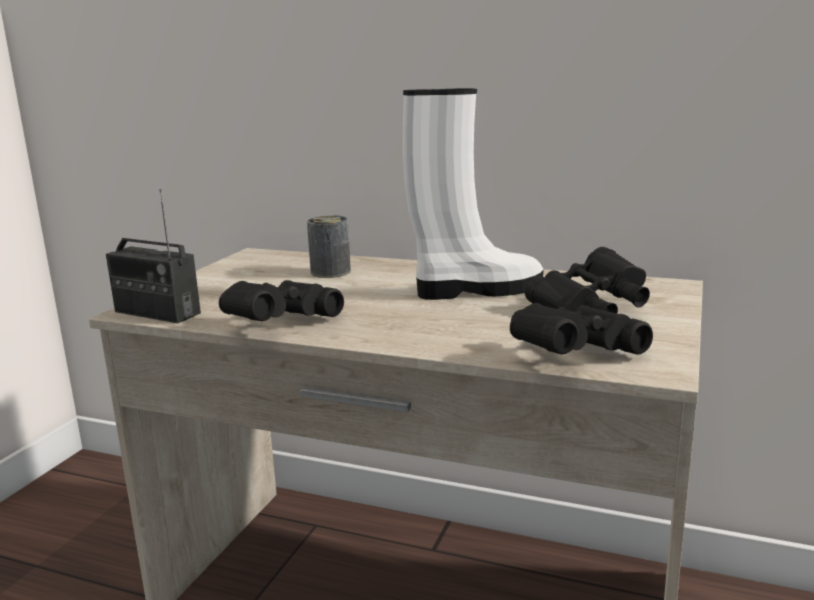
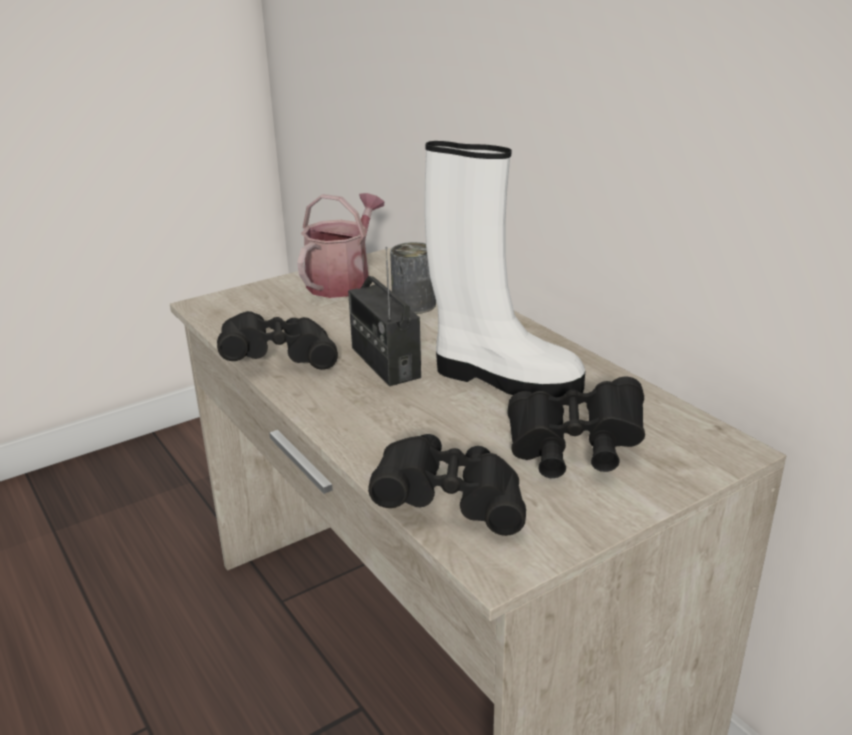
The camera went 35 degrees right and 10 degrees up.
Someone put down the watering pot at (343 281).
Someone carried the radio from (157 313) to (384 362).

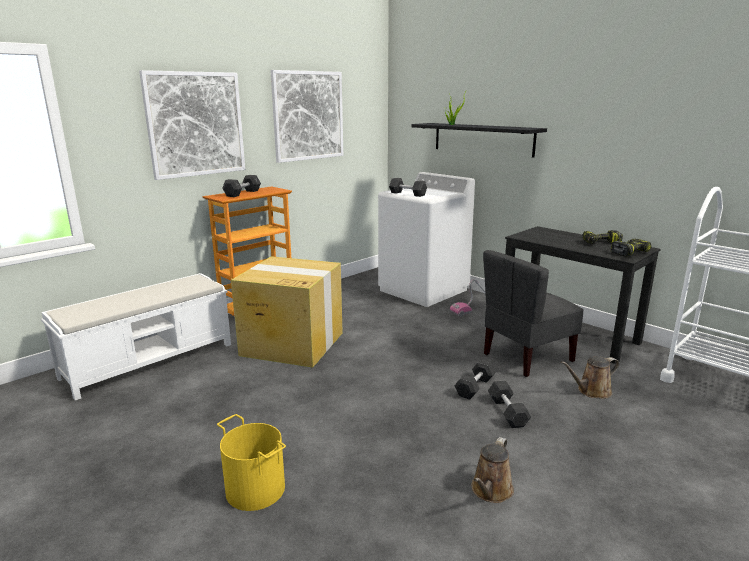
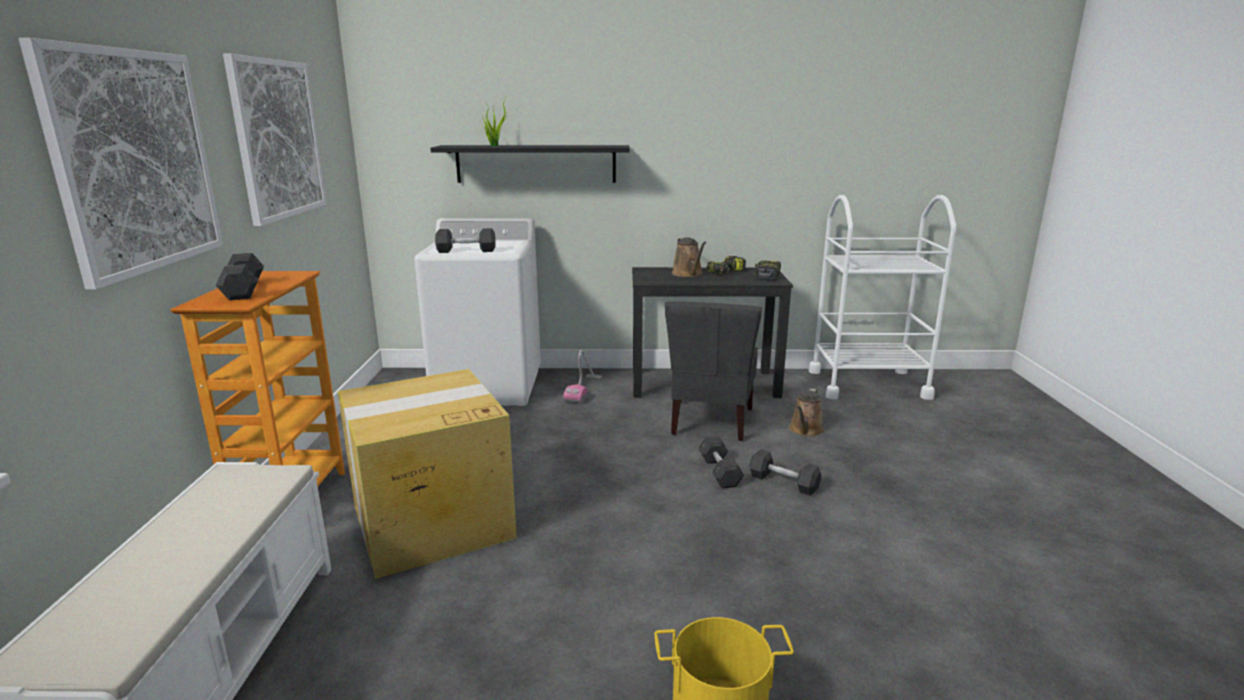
The camera went 45 degrees left and 0 degrees up.
Someone carried the brownish watering pot from (491 491) to (688 274).

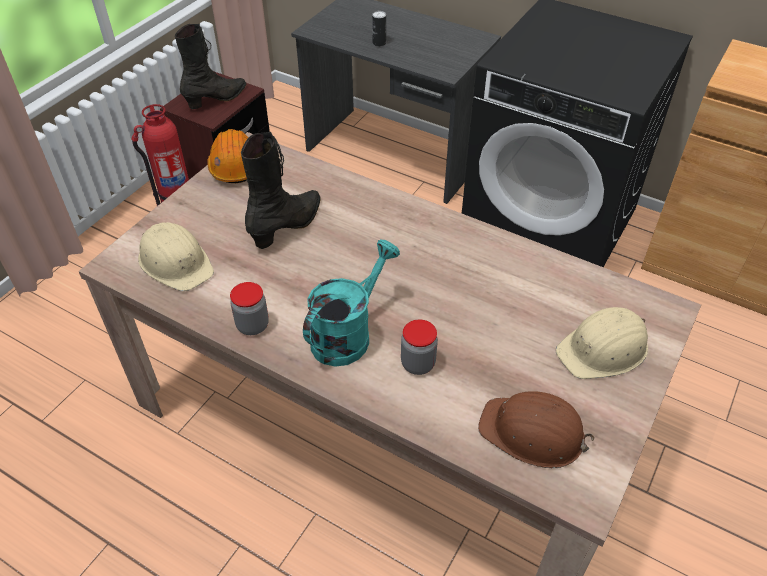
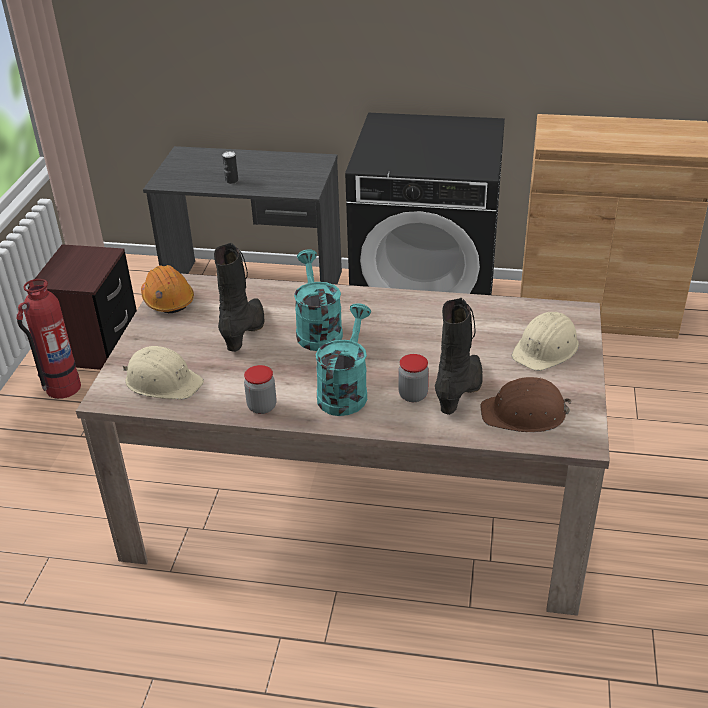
The camera went 20 degrees left and 10 degrees down.
Someone put down the blue-green watering pot at (317 330).
Someone carried the black boot from (217 99) to (461 392).

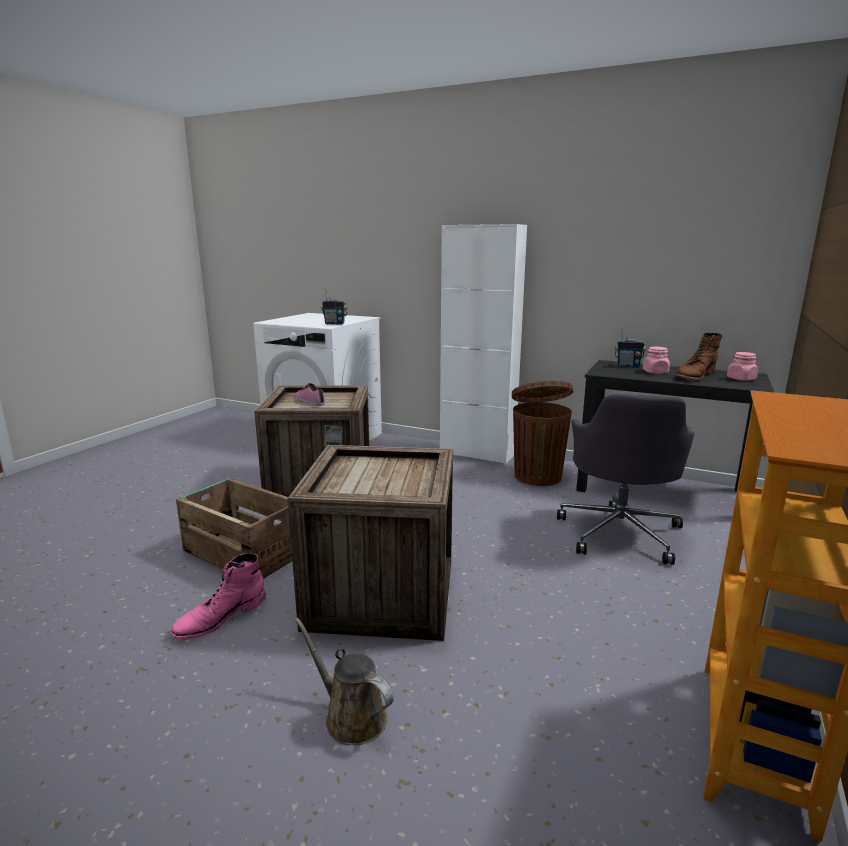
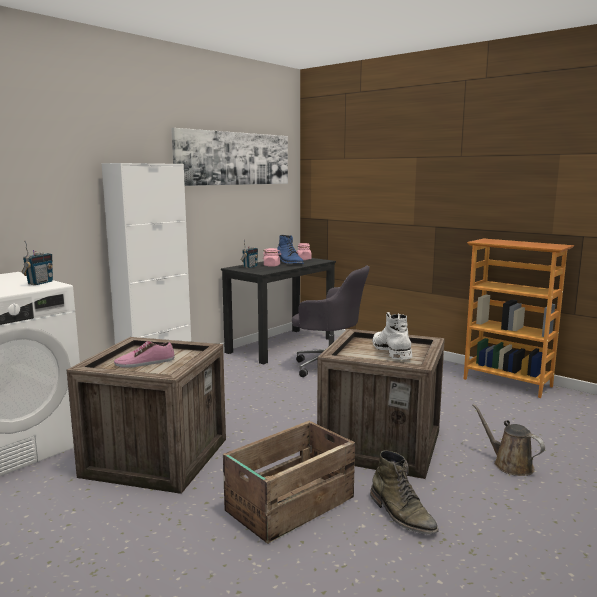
The camera went 75 degrees left and 5 degrees down.
Someone took away the brownish trash can at (537 475).
Someone put up the picture at (234 158).
Someone put down the whitish boot at (391 351).
Someone repainted the pink-coloured boot at (220 617), which became the green boot at (402 514).
Someone repainted the brownish boot at (695 376), which became the bluish boot at (289 263).
Someone rotated the brownish watering pot at (351 716) by 90 degrees clockwise.

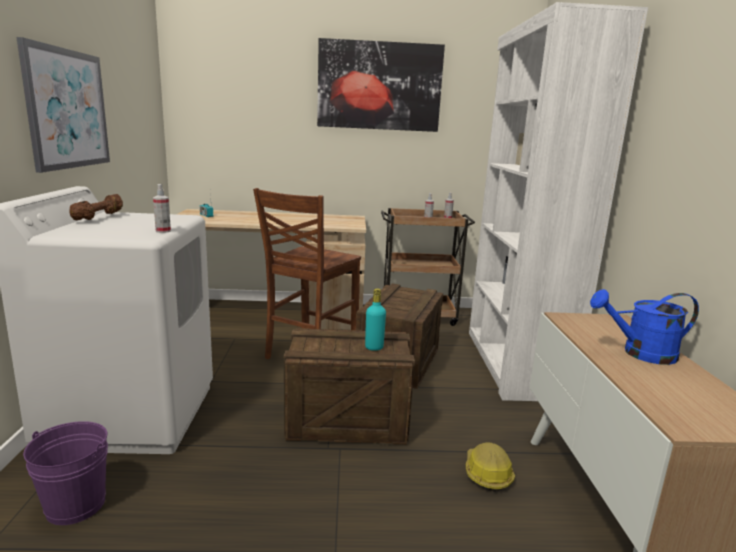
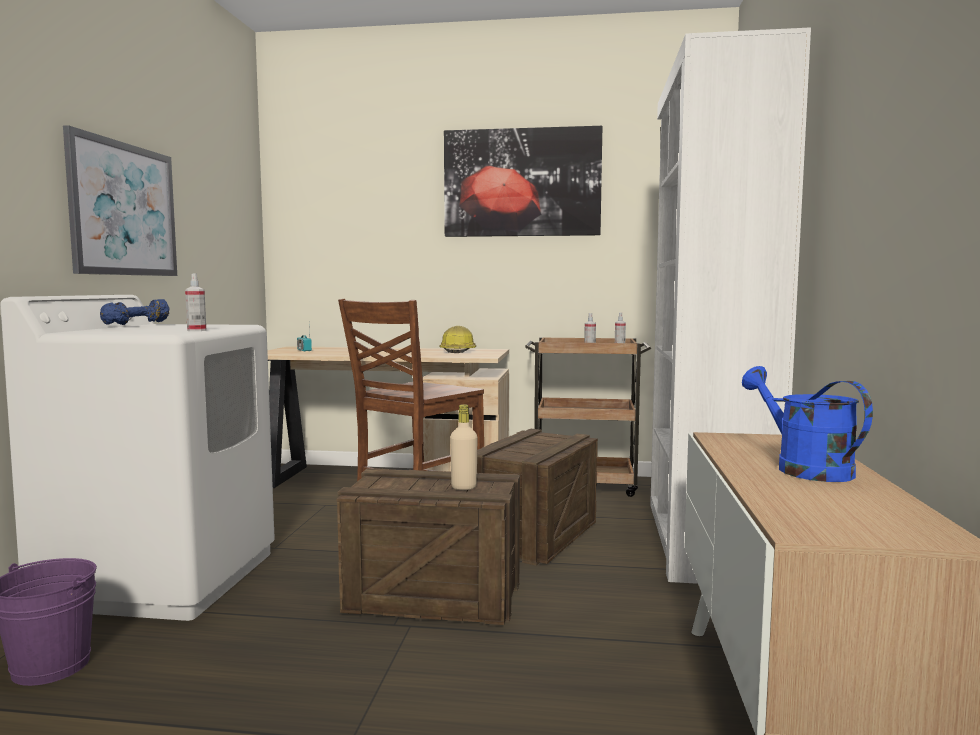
The camera went 10 degrees right and 10 degrees down.
Someone carried the safety helmet from (486 473) to (458 351).
Someone repainted the brownish free weight at (99 217), which became the bluish free weight at (137 324).
Someone repainted the blue-green bottle at (374 347), which became the sand-coloured bottle at (464 487).
Someone rotated the bluish watering pot at (640 354) by 60 degrees clockwise.

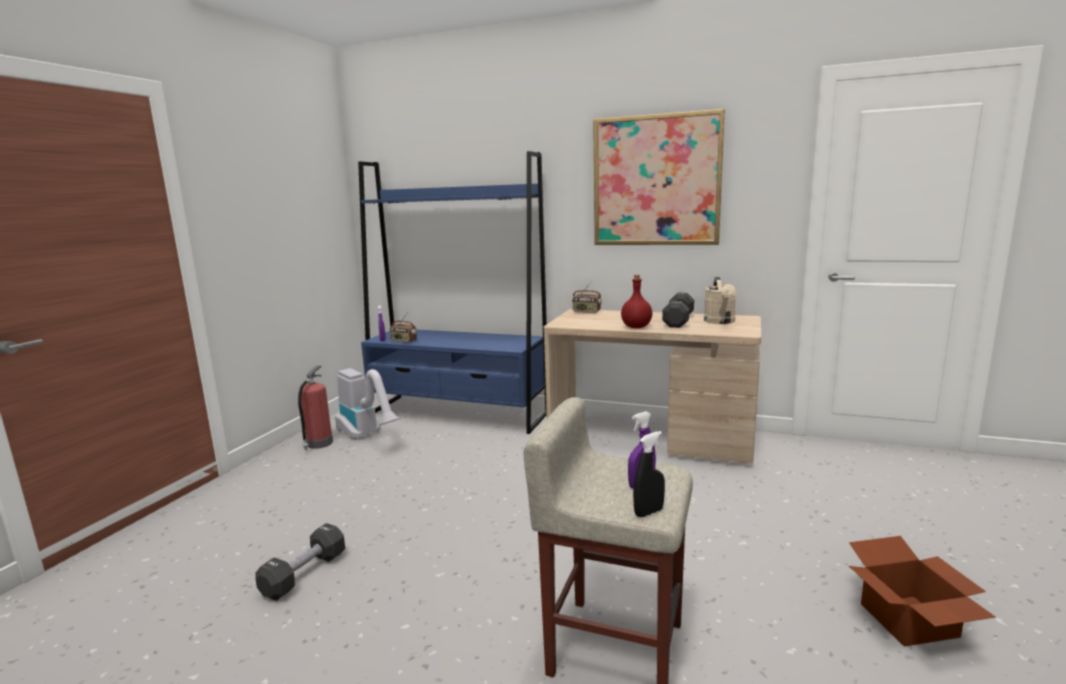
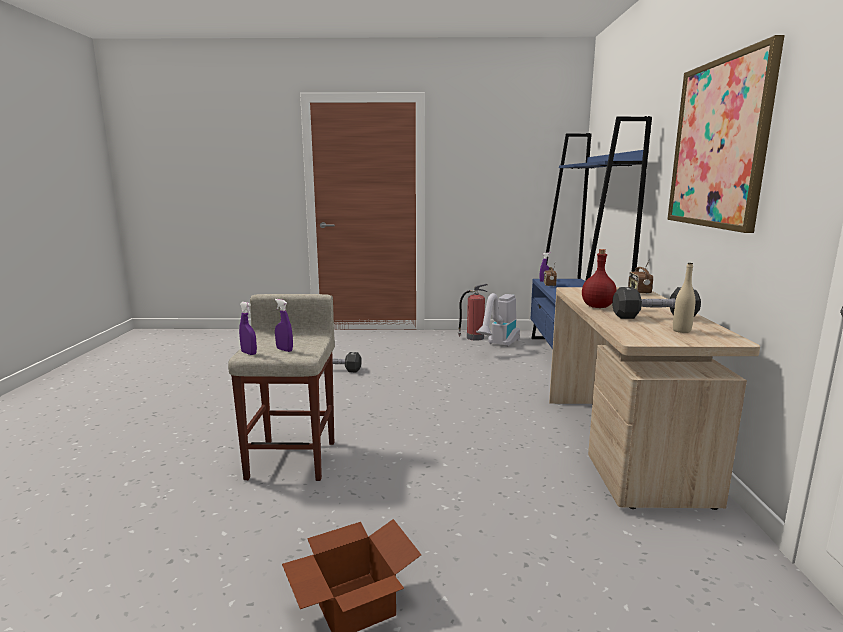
The camera went 70 degrees right and 0 degrees up.
Someone swapped the sand-coloured watering pot at (720 322) for the sand-coloured bottle at (681 331).
Someone repainted the black spray bottle at (648 512), which became the purple-coloured spray bottle at (249 353).

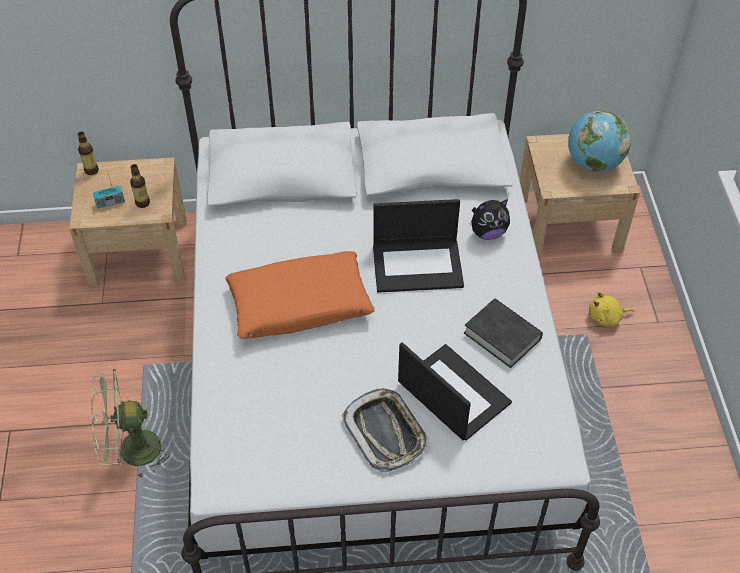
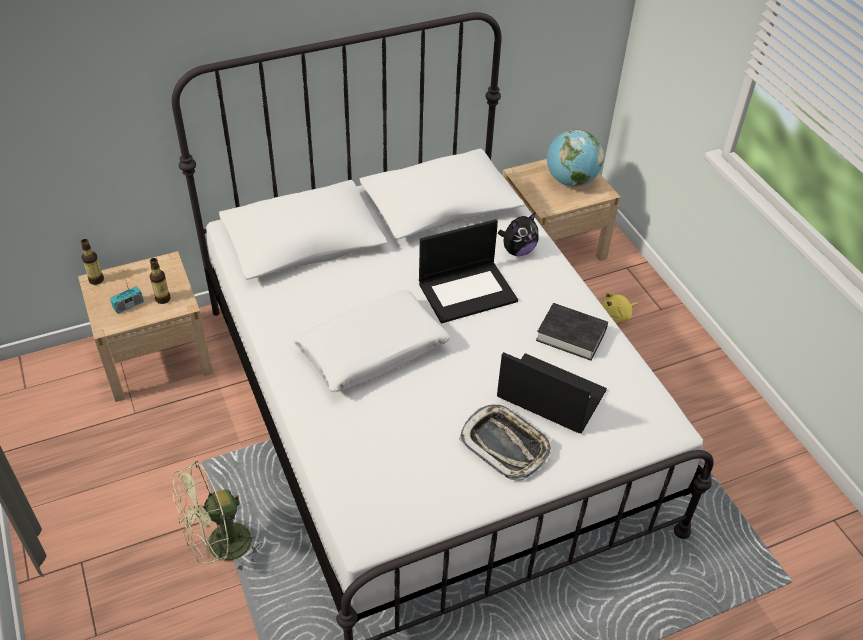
The camera went 20 degrees left and 5 degrees down.
Someone repainted the orange throw pillow at (300 305), which became the whitish throw pillow at (372 351).

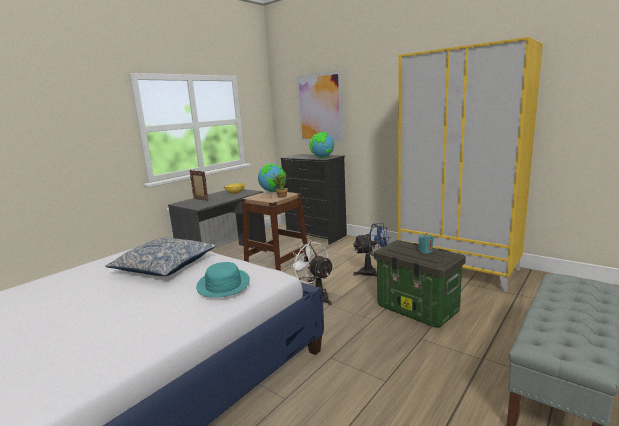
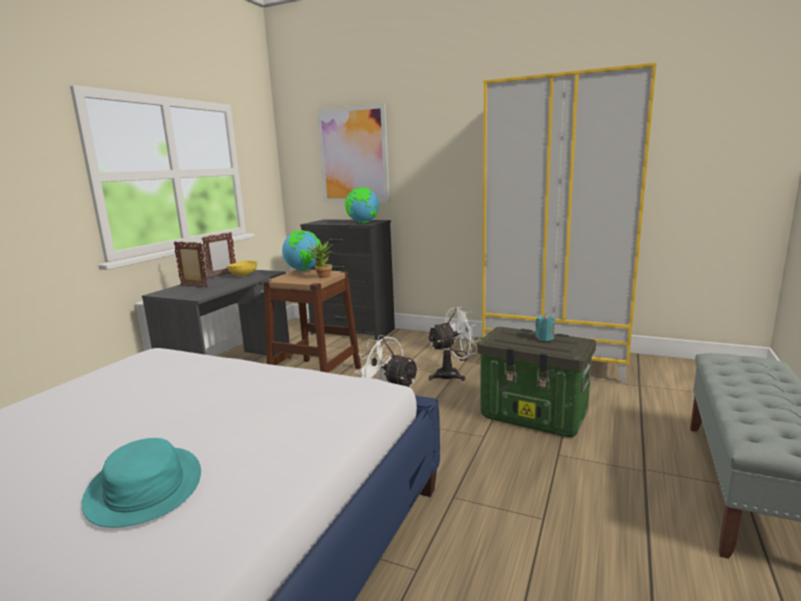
The camera went 15 degrees left and 0 degrees up.
Someone took away the throw pillow at (165 266).
Someone put down the picture frame at (222 275).
Someone carried the blue-green wearable hat from (223 284) to (144 487).
Someone repainted the bluish fan at (372 272), which became the whitish fan at (453 374).

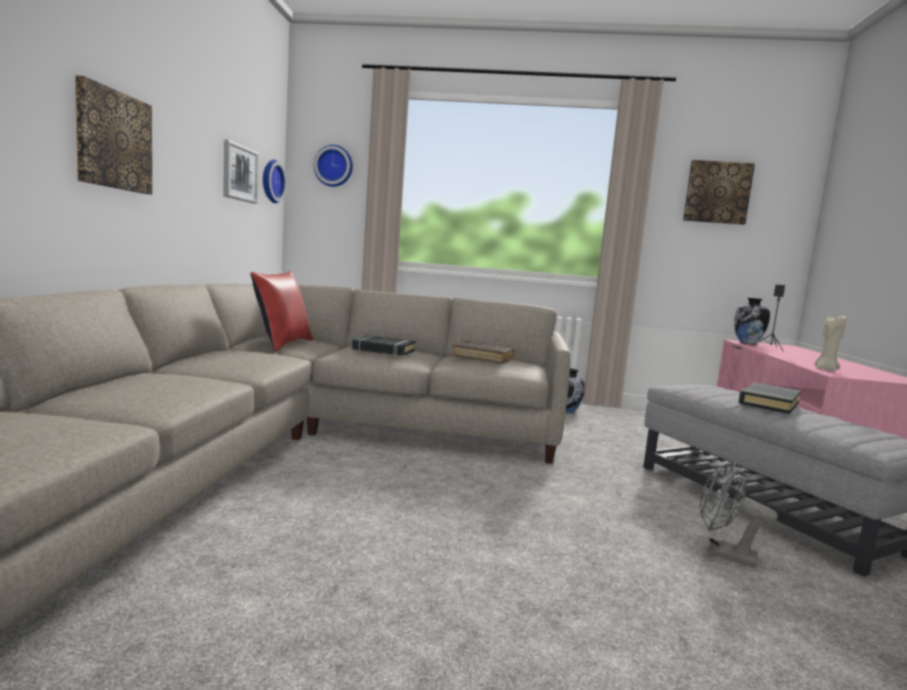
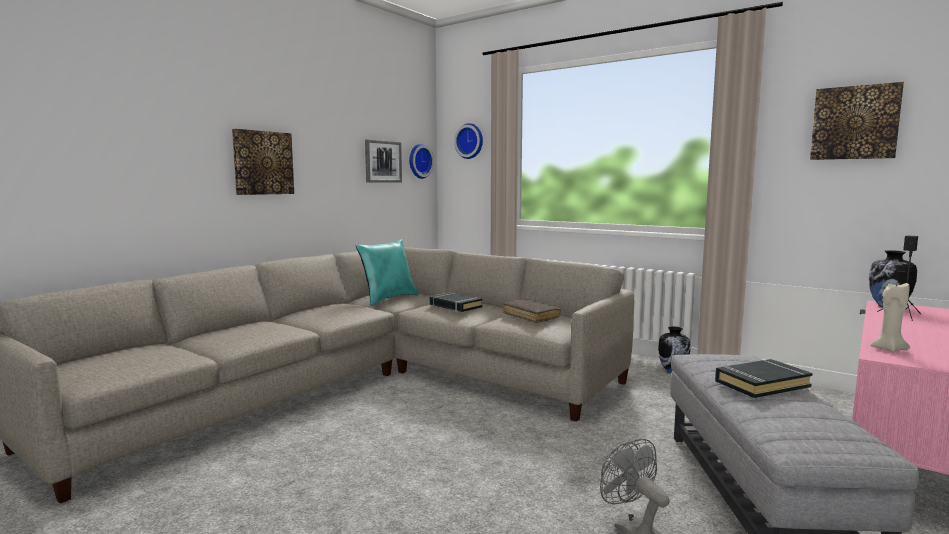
The camera went 30 degrees right and 0 degrees up.
Someone repainted the red throw pillow at (282 344), which became the blue-green throw pillow at (388 299).

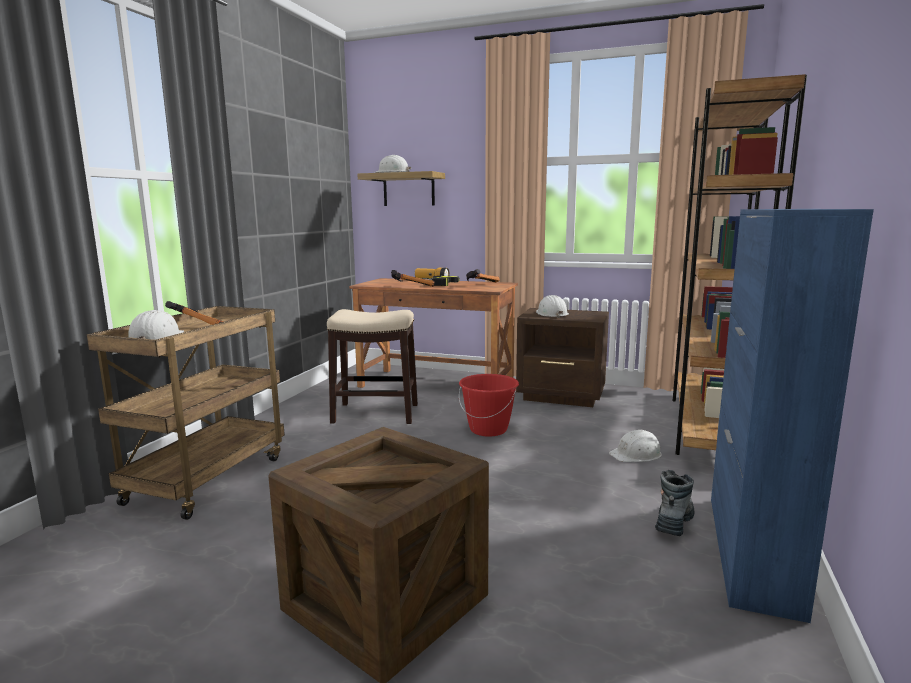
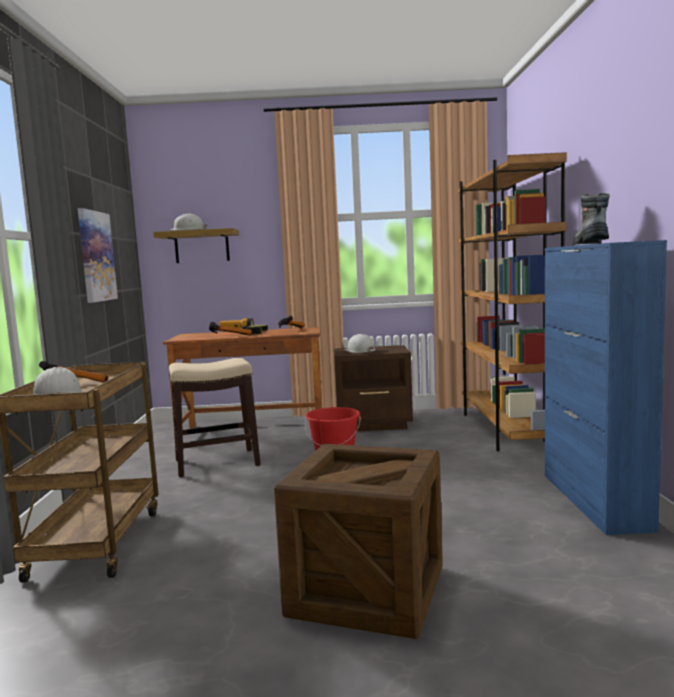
The camera went 20 degrees left and 5 degrees down.
Someone took away the whitish safety helmet at (636 454).
Someone put up the picture at (96 256).
Someone carried the boot from (674 521) to (590 244).

